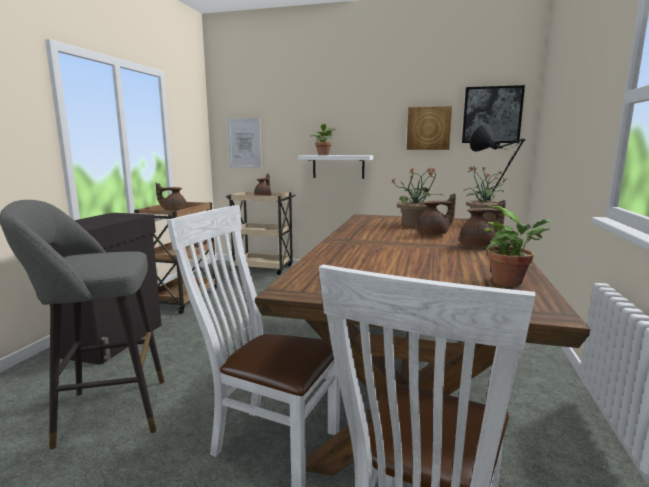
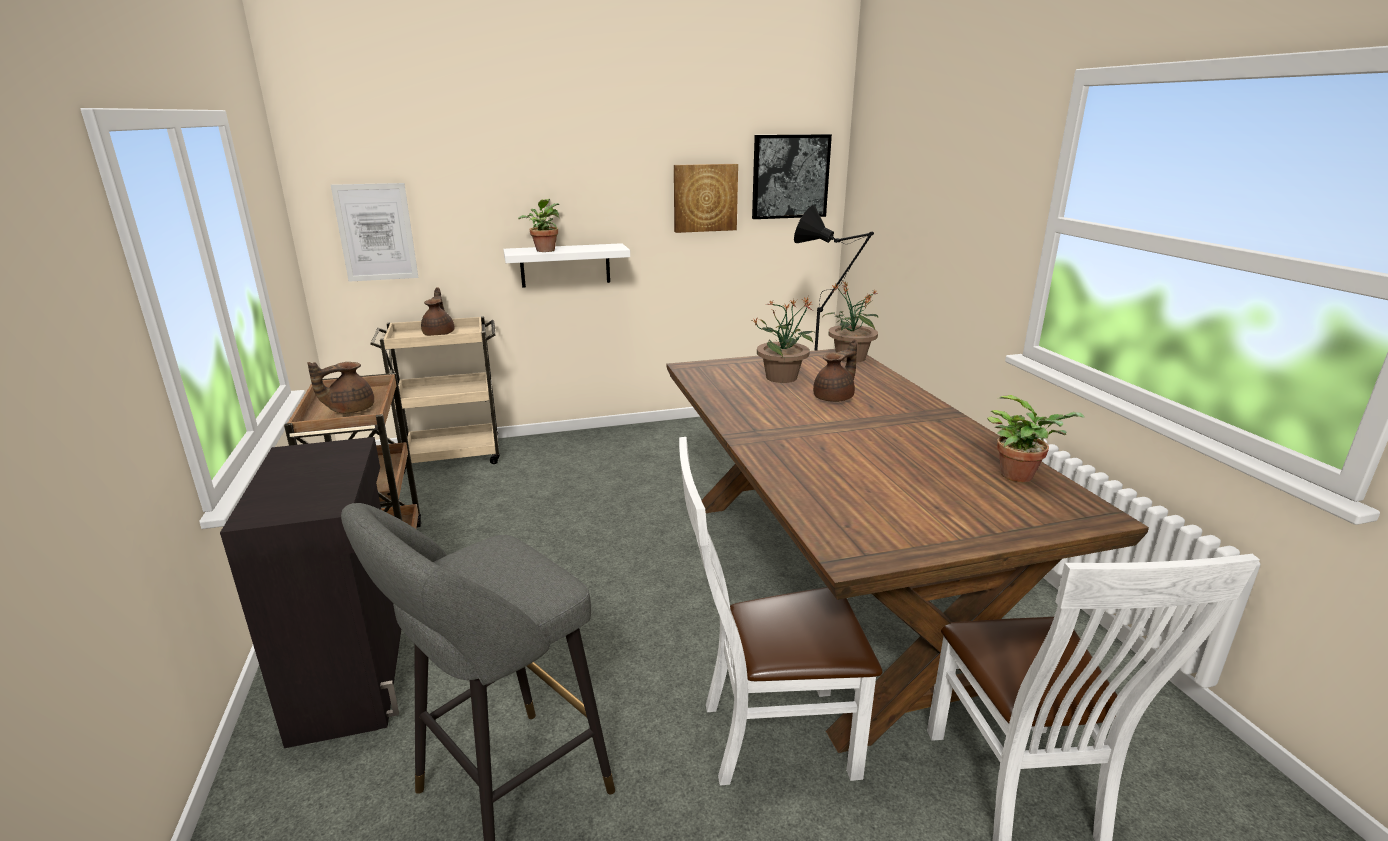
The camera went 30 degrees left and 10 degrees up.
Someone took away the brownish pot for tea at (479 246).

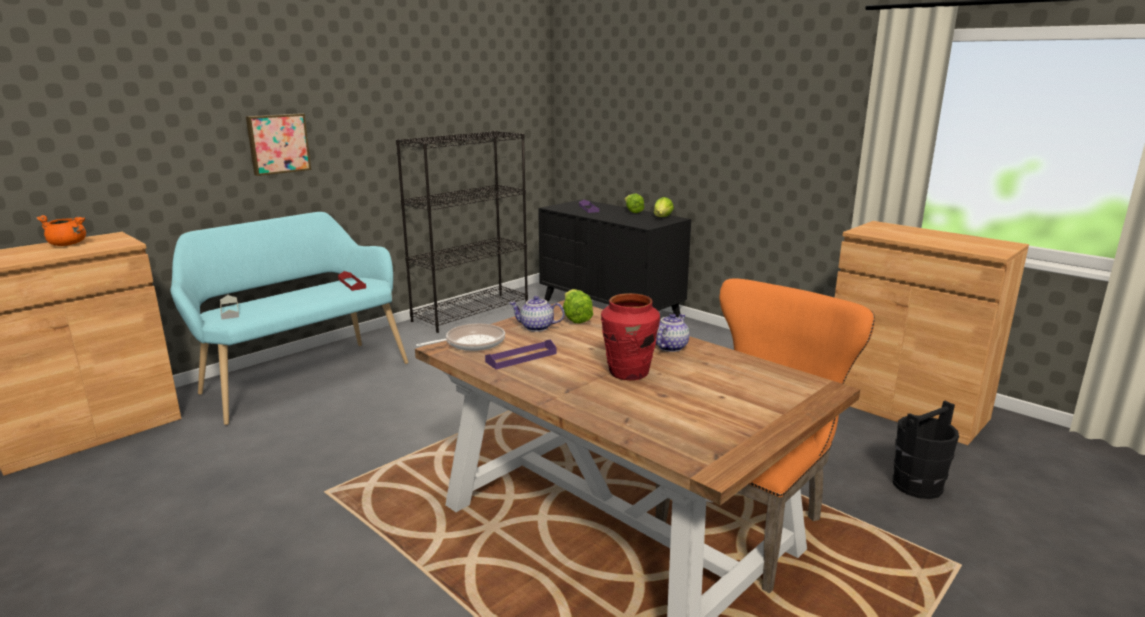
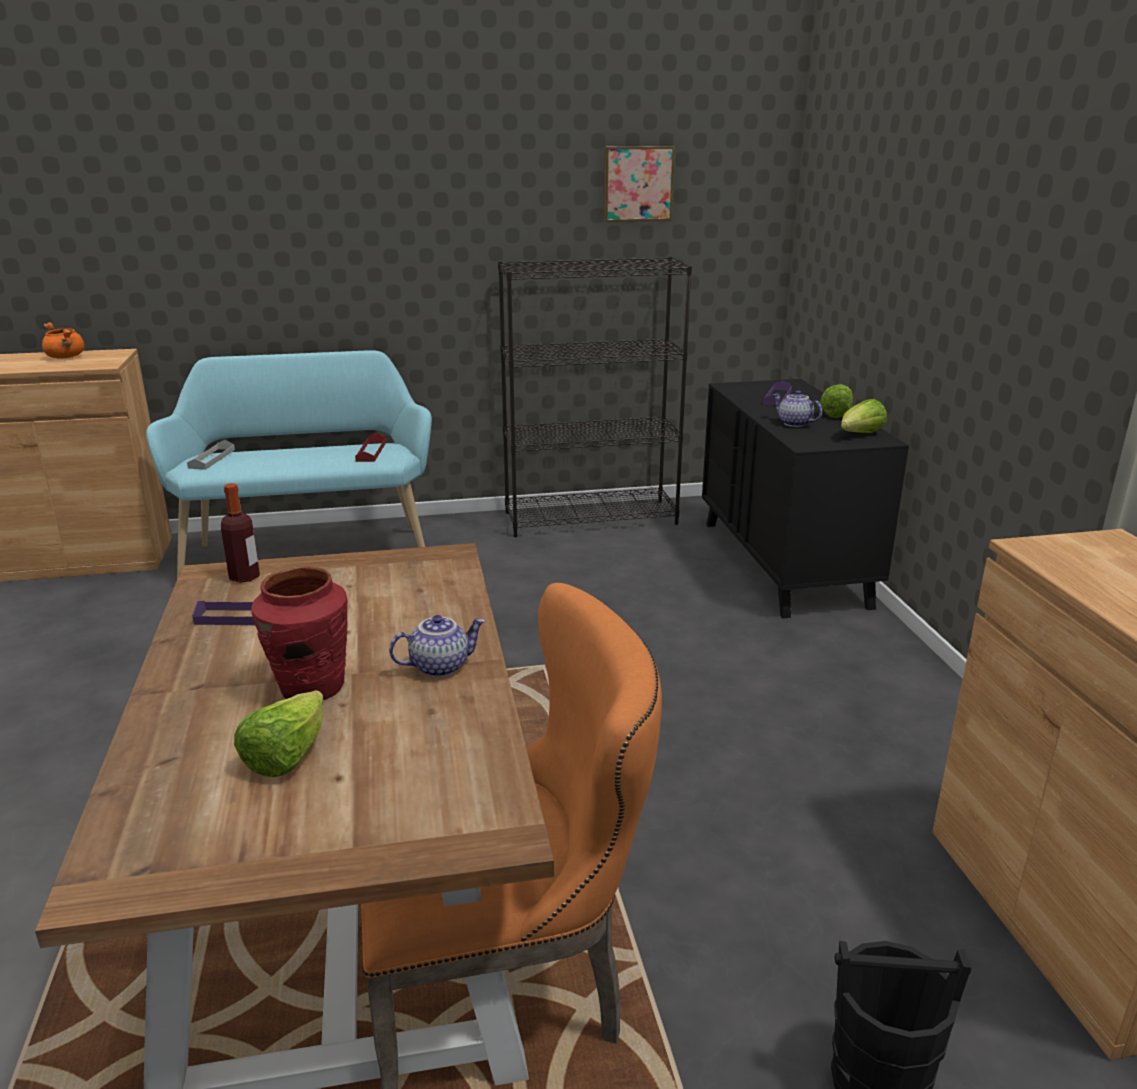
The camera went 35 degrees right and 5 degrees up.
Someone carried the picture from (278 143) to (637 183).
Someone carried the pot for tea from (536 328) to (794 423).
Someone carried the lettuce from (575 318) to (287 756).
Someone swapped the pan at (471 343) for the bottle at (244 577).

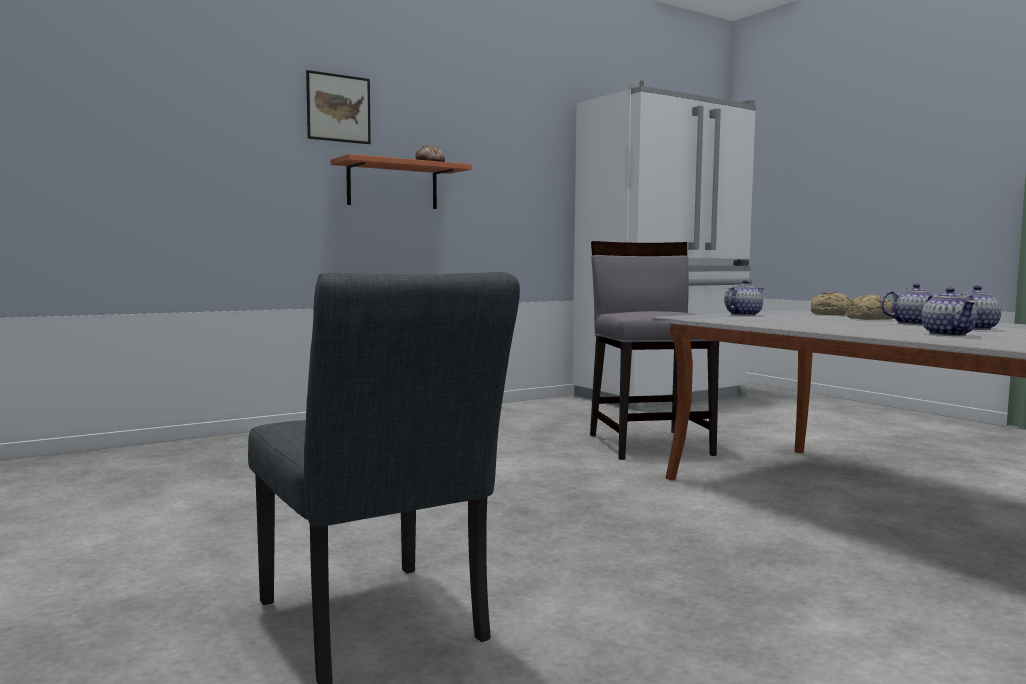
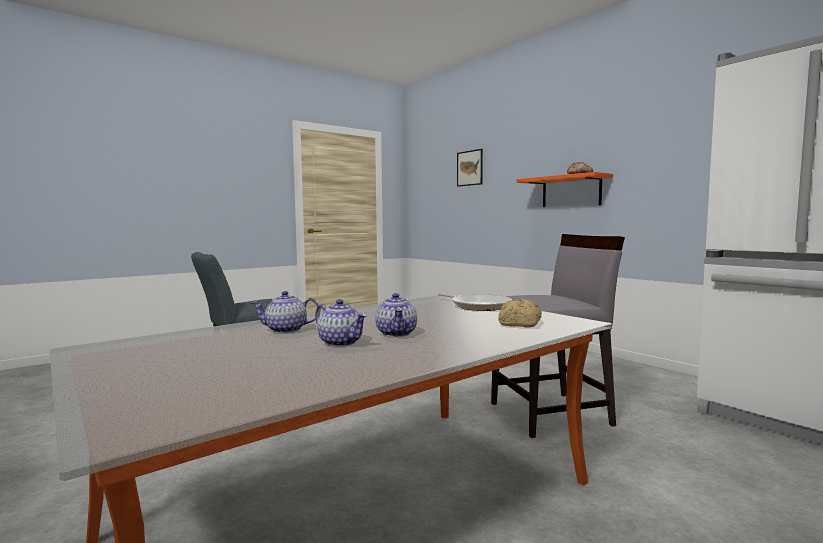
The camera went 85 degrees right and 0 degrees up.
Someone took away the bakery bread at (868 319).
Someone carried the picture from (338 108) to (470 168).
Someone swapped the pot for tea at (743 315) for the pan at (478 306).

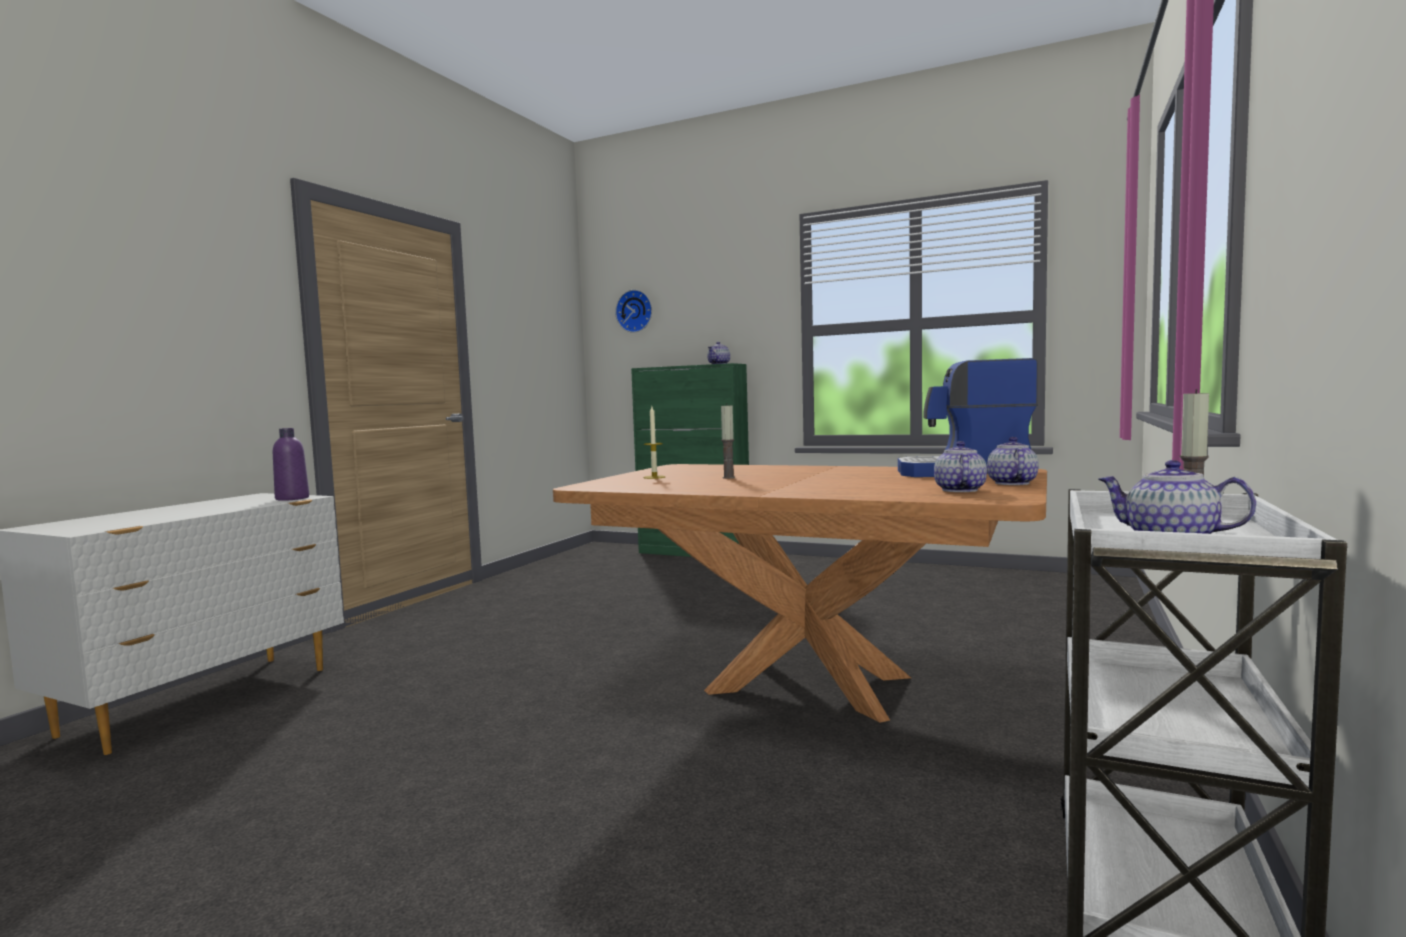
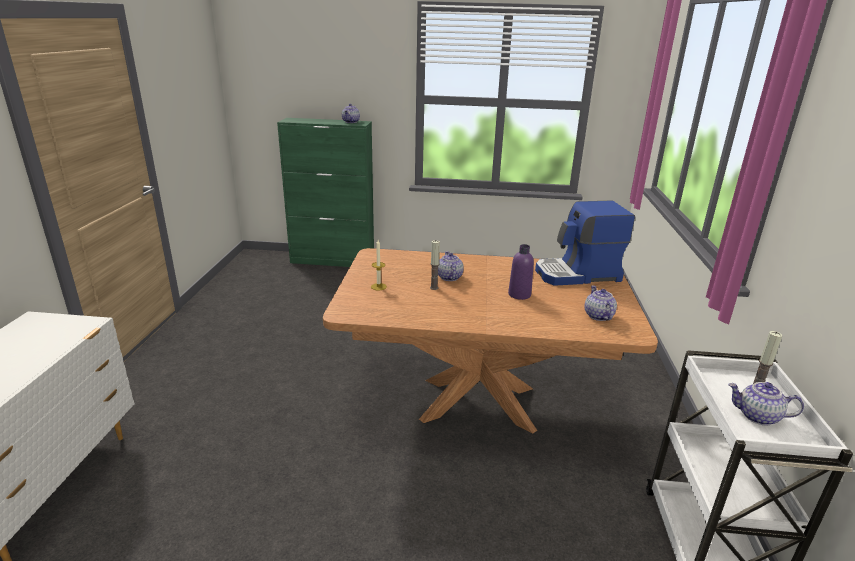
The camera went 20 degrees left and 20 degrees up.
Someone took away the hanging clock at (635 311).
Someone carried the purple-coloured bottle from (292 498) to (519 294).
Someone carried the pot for tea from (1011 483) to (449 277).

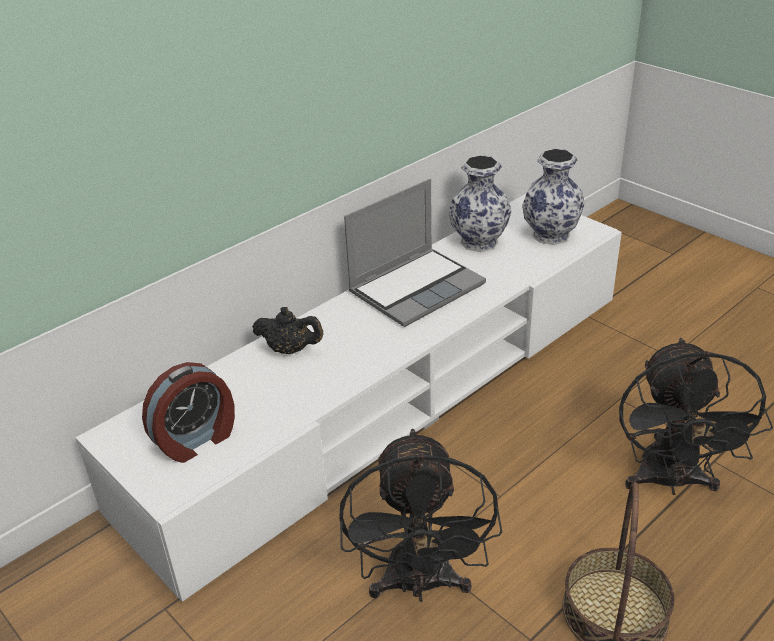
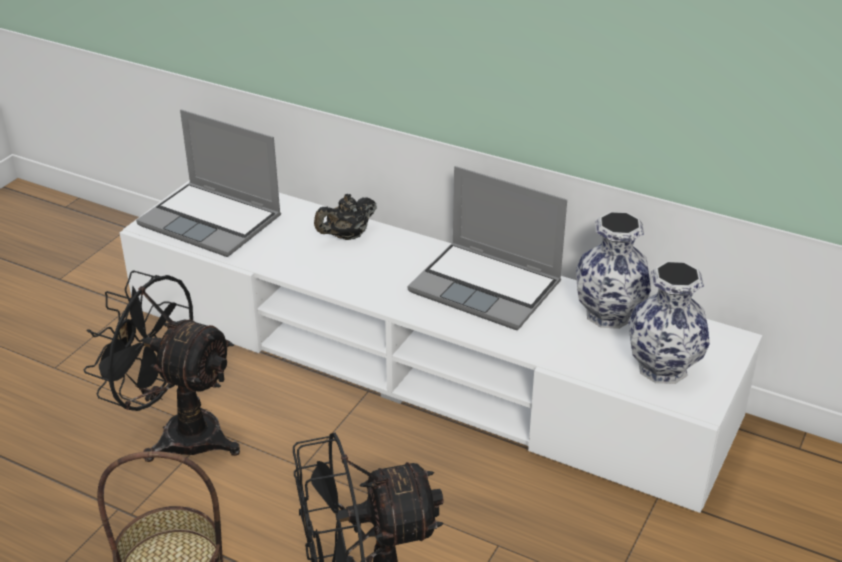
The camera went 70 degrees right and 0 degrees up.
Someone swapped the table clock at (196 440) for the laptop at (213 221).
Someone rotated the black pot for tea at (290 350) by 60 degrees clockwise.
Someone rotated the black fan at (419 585) by 45 degrees clockwise.

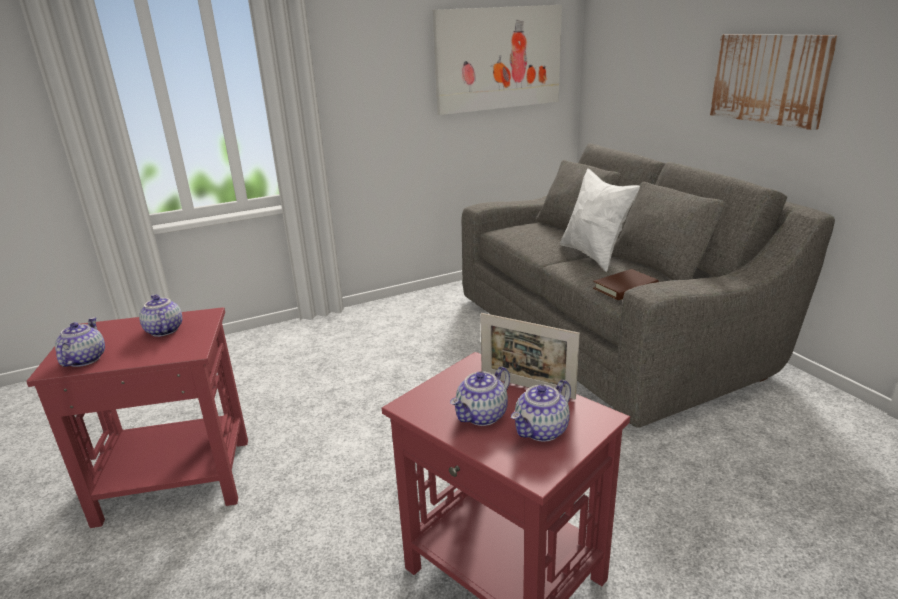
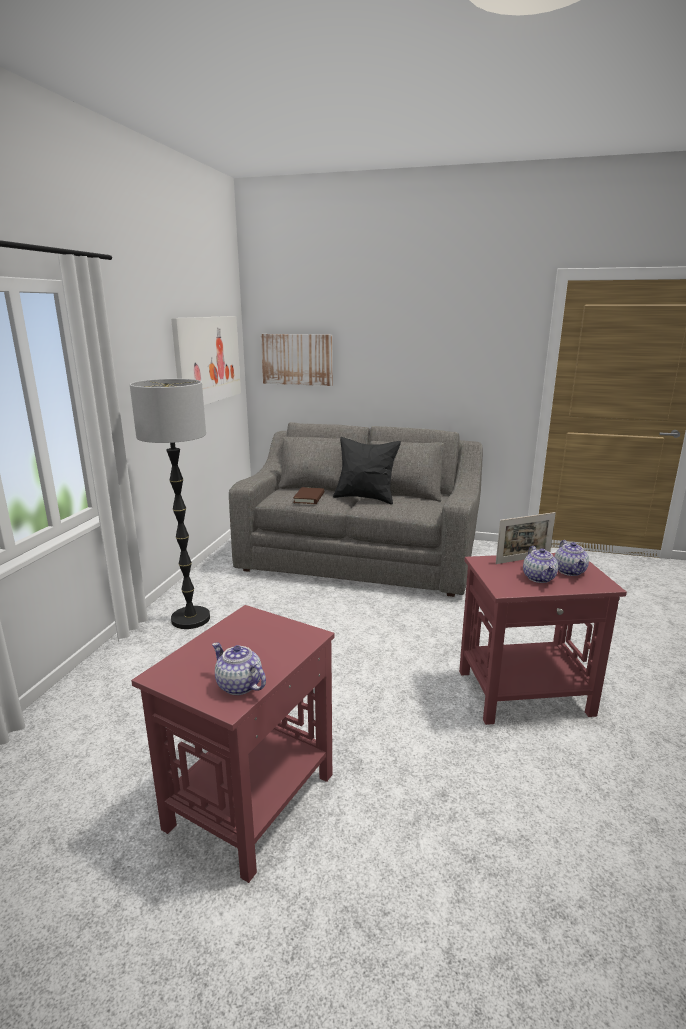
The camera went 50 degrees left and 5 degrees down.
Someone took away the pot for tea at (163 330).
Someone put down the floor lamp at (191 619).
Someone carried the brownish book from (625 288) to (309 498).
Someone carried the picture from (769 79) to (297 359).
Someone repainted the whitish throw pillow at (594 255), which became the black throw pillow at (365 498).

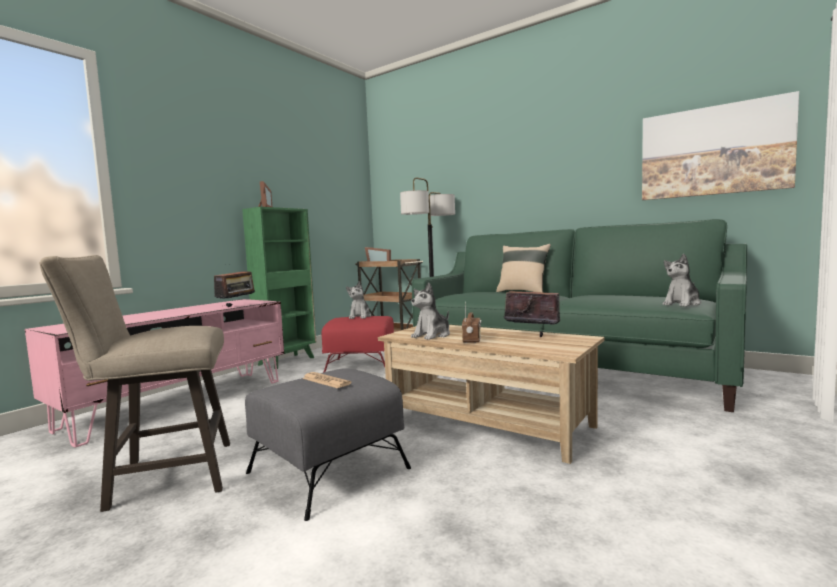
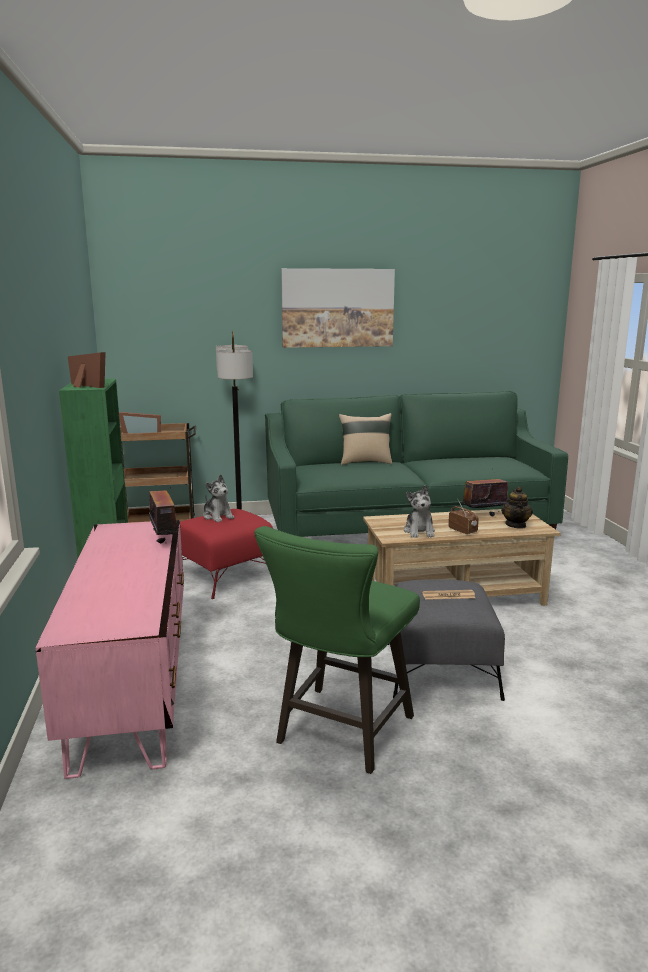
The camera went 45 degrees left and 10 degrees up.
Someone took away the cuddly toy at (682 304).
Someone put down the pot for tea at (516 525).
Someone carried the picture from (713 151) to (337 308).
Someone repainted the sand-coloured sitting stool at (162 477), which became the green sitting stool at (339 734).

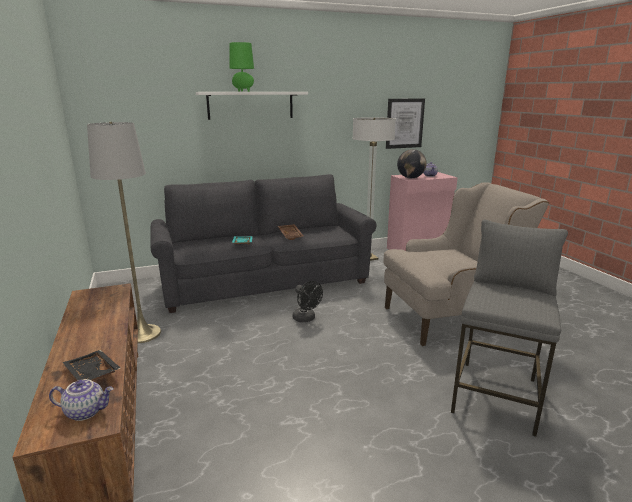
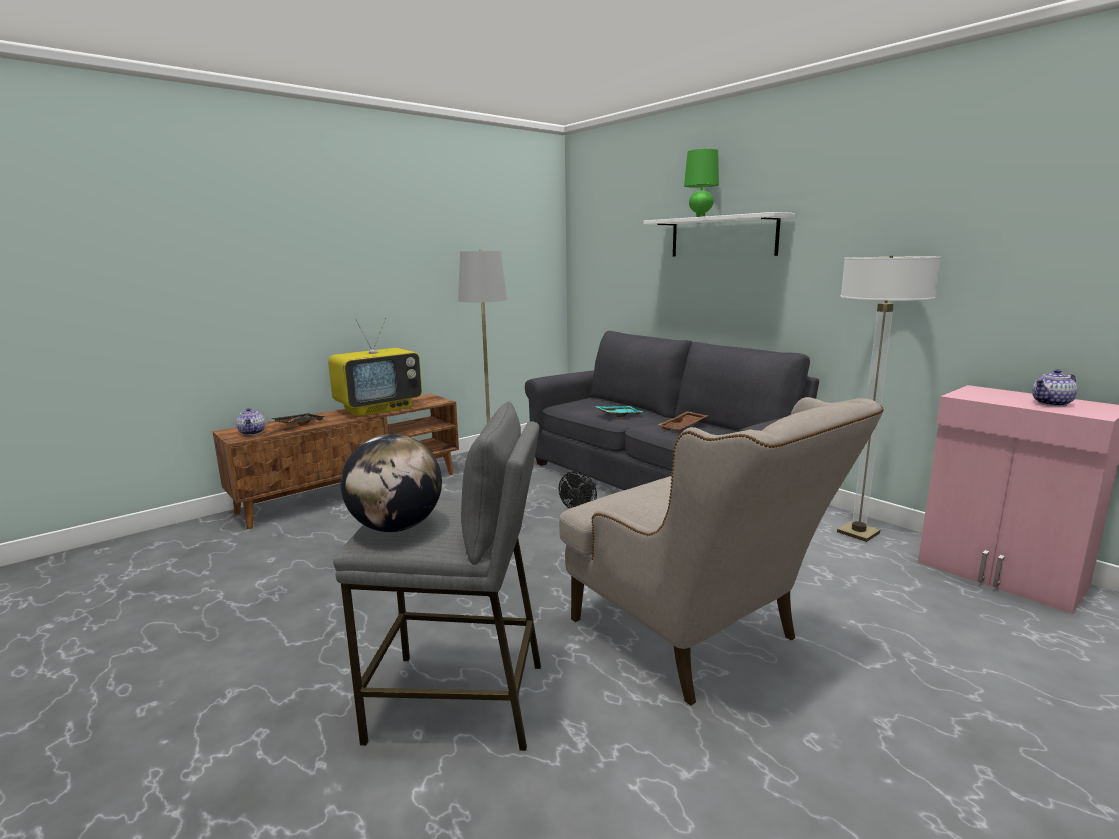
The camera went 70 degrees right and 5 degrees down.
Someone took away the picture at (404 123).
Someone put down the television at (379 408).
Someone carried the world globe from (410 178) to (396 527).

